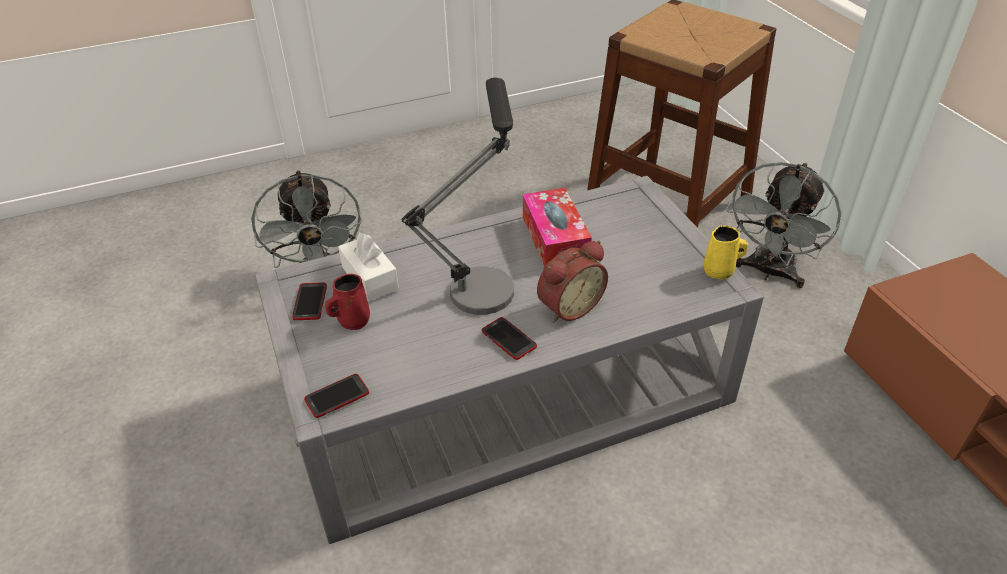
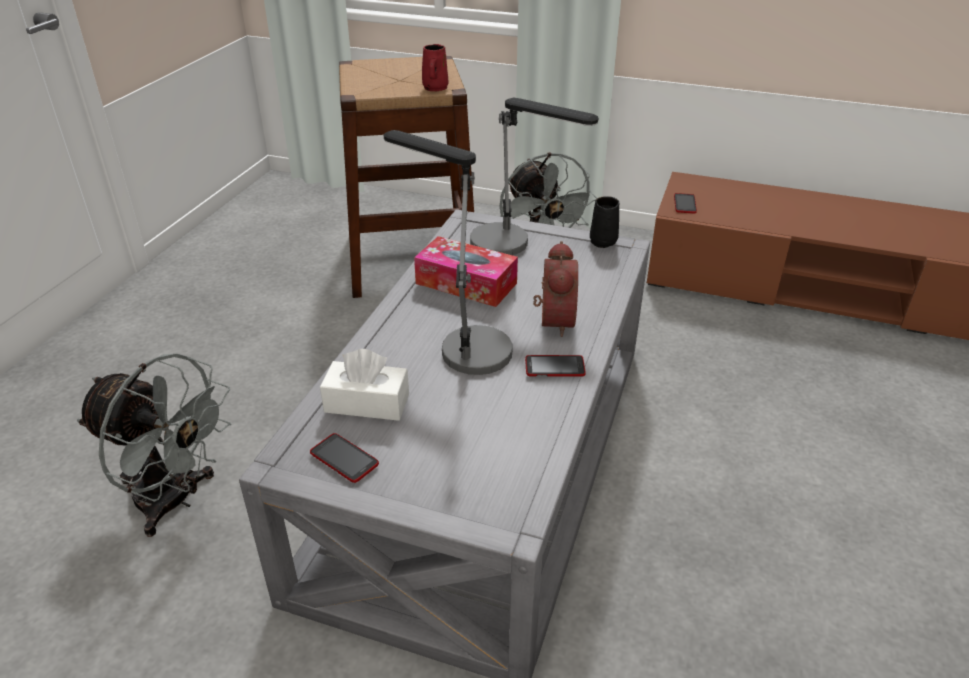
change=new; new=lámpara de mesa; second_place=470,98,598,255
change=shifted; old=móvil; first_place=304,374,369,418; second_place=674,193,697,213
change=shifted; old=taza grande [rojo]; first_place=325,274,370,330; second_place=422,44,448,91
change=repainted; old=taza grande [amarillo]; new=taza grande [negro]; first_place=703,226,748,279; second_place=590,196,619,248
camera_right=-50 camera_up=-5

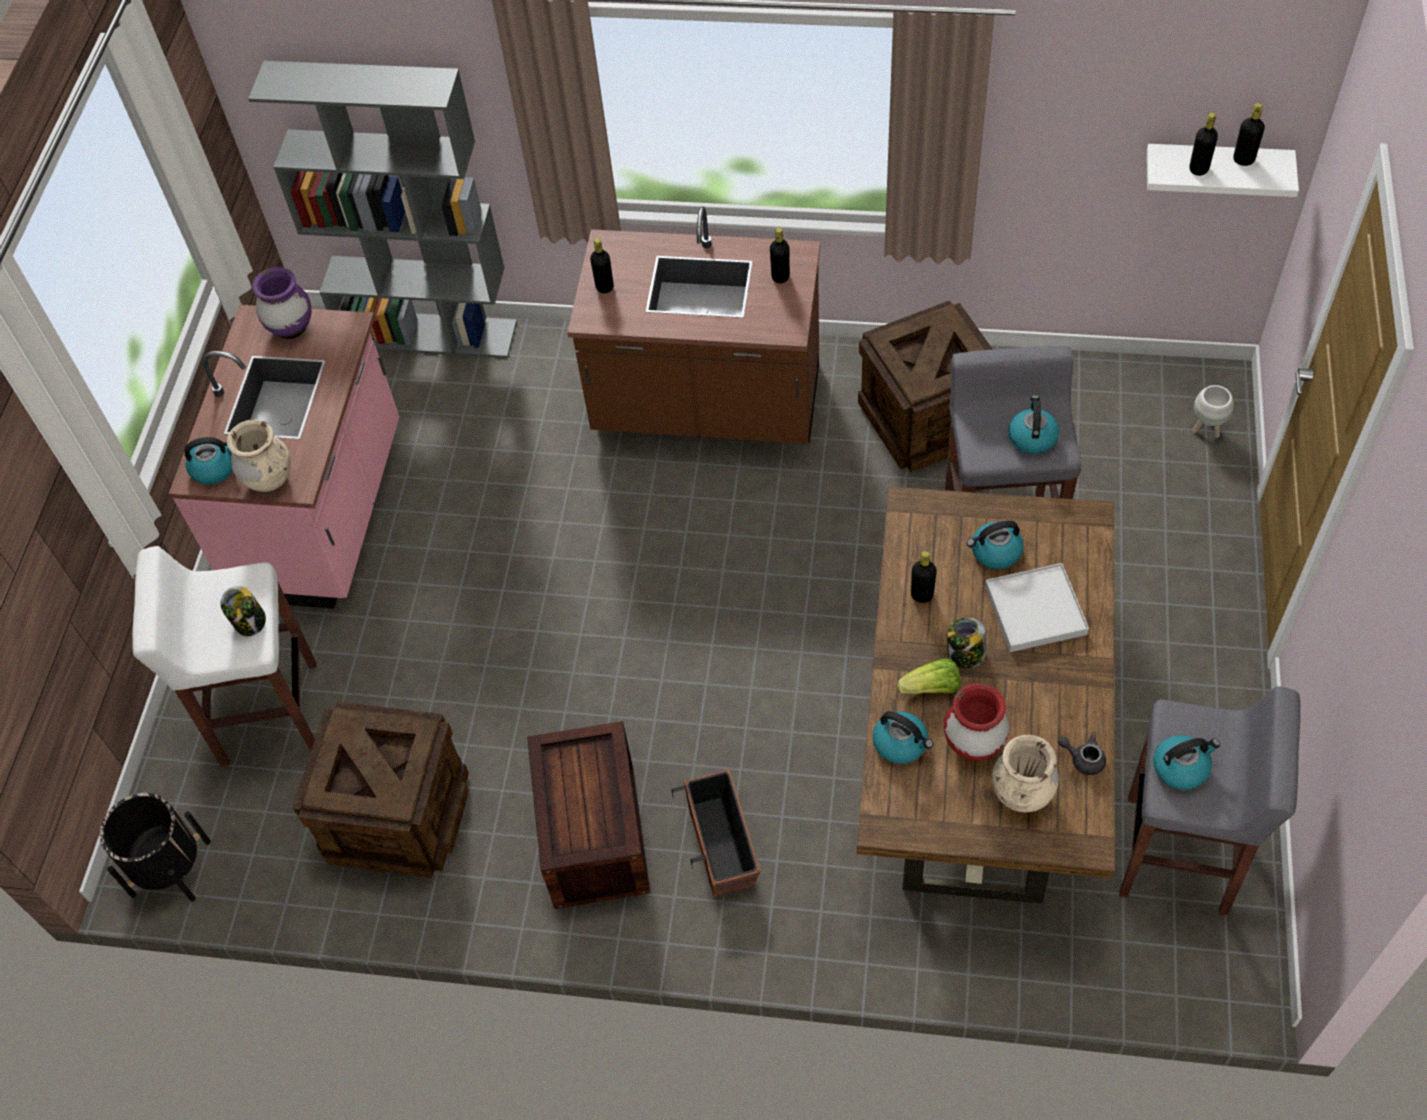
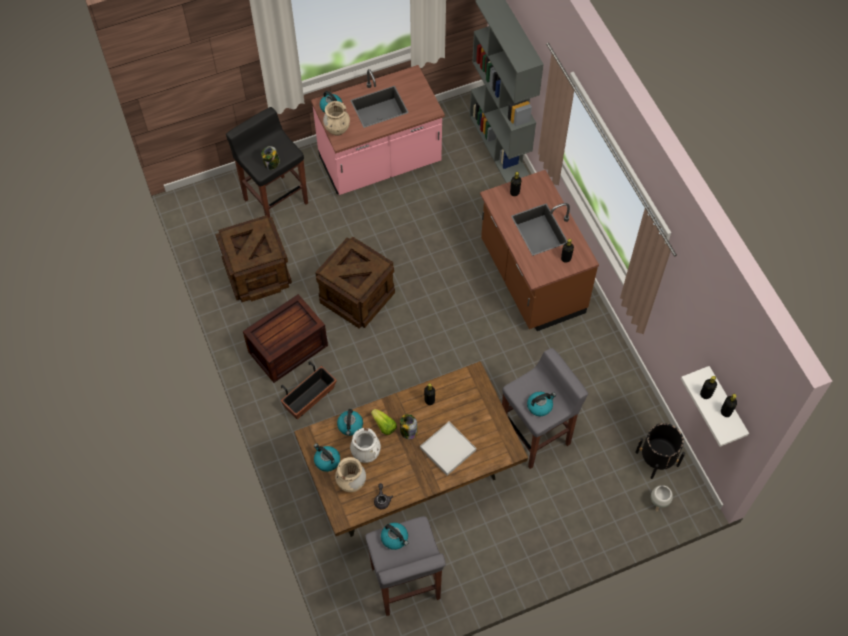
change=gone; old=florero [morado]; first_place=252,267,312,339
change=shifted; old=maceta [negro]; first_place=100,793,211,902; second_place=635,423,685,479
change=shifted; old=caja de embalaje; first_place=858,300,992,472; second_place=315,237,395,329
change=shifted; old=hervidor; first_place=967,520,1024,569; second_place=314,443,340,472
change=repainted; old=taburete [blanco]; new=taburete [negro]; first_place=132,546,316,767; second_place=226,107,308,218
change=repainted; old=florero [rojo]; new=florero [blanco]; first_place=944,683,1009,760; second_place=350,428,381,463
camera_right=55 camera_up=5

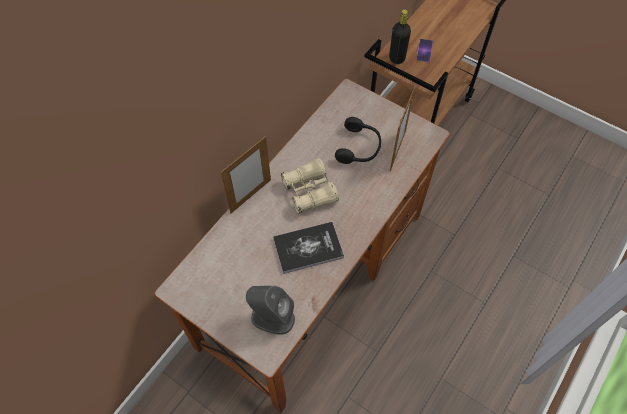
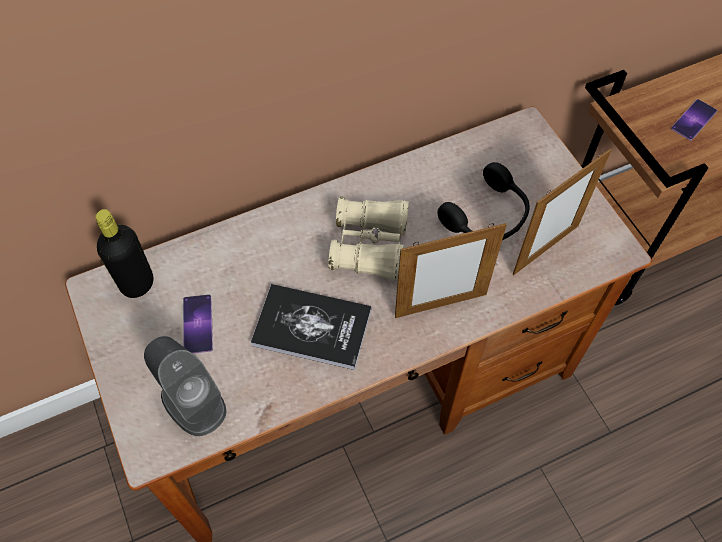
change=new; new=móvil; second_place=183,294,213,353
change=shifted; old=portarretratos; first_place=220,136,271,213; second_place=395,223,507,318
change=shifted; old=botella [negro]; first_place=389,9,411,64; second_place=95,209,154,298
camera_right=30 camera_up=0

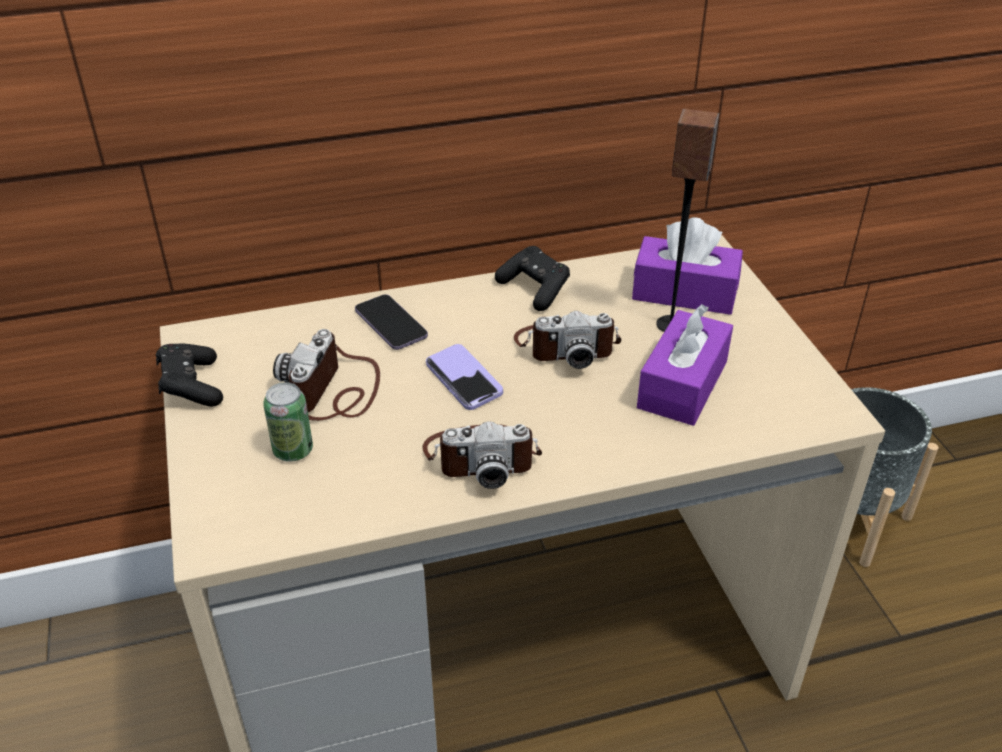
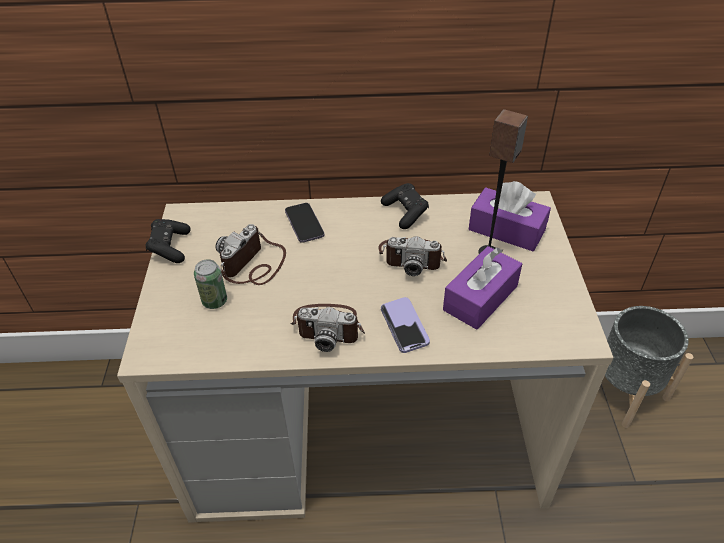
change=shifted; old=móvil; first_place=426,344,503,410; second_place=381,297,430,353
camera_right=15 camera_up=5

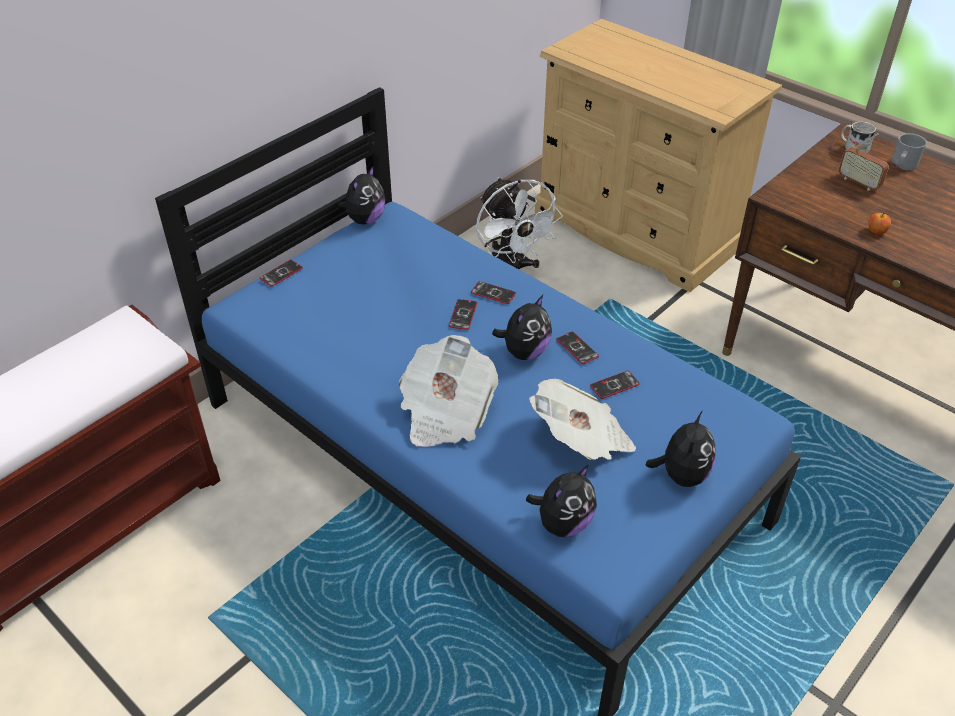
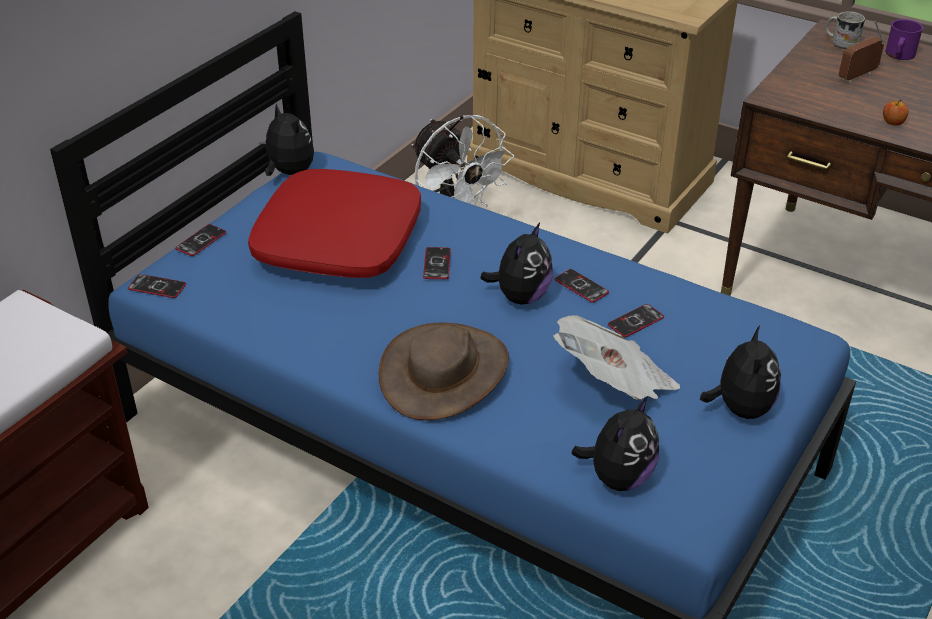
change=new; new=cojín [rojo]; second_place=248,169,421,278
change=shifted; old=móvil; first_place=471,281,516,304; second_place=128,274,186,298
change=swapped; old=periódico; new=sombrero [marrón]; first_place=399,335,498,447; second_place=379,322,509,420
change=repainted; old=taza grande [gris]; new=taza grande [morado]; first_place=891,133,927,170; second_place=885,19,923,60
change=rotated; old=peluche; first_place=337,165,386,224; second_place=259,103,314,176; degrees=-60
change=rotated; old=radio; first_place=839,133,889,191; second_place=839,21,885,83; degrees=105
camera_right=-10 camera_up=-5

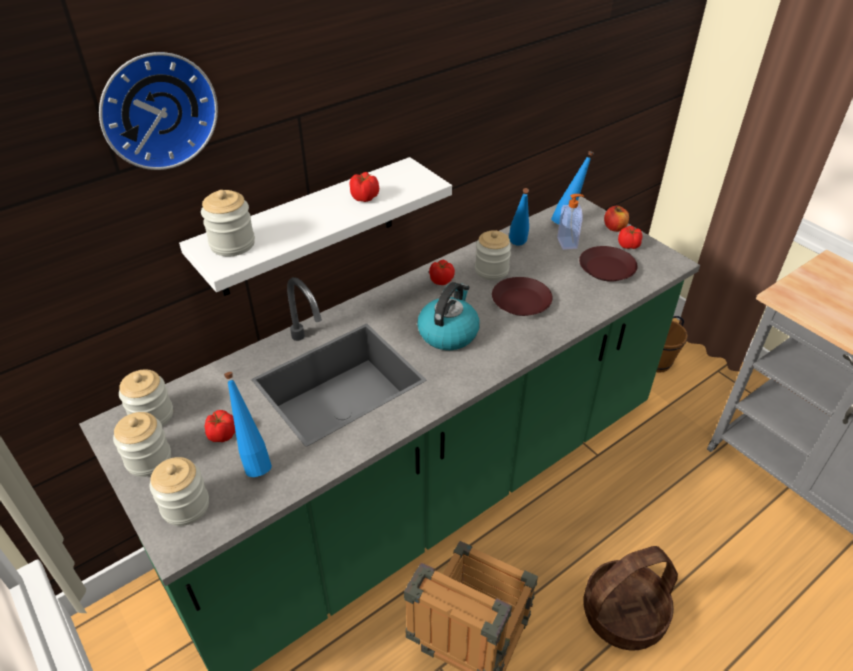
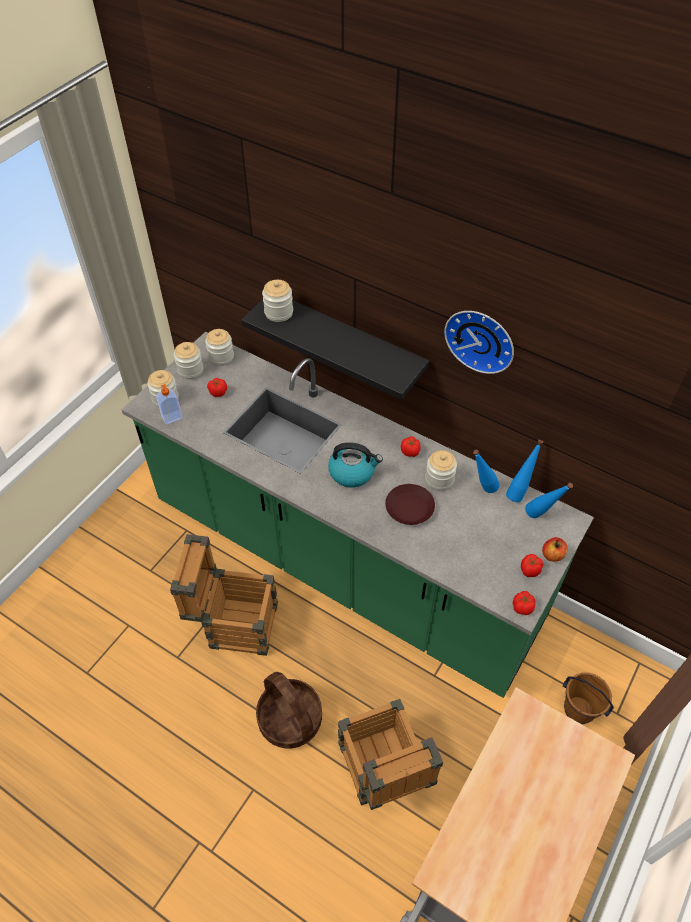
change=gone; old=plato [marrón]; first_place=579,246,638,282
change=new; new=caja de embalaje; second_place=338,699,443,810
change=shifted; old=reloj de pared; first_place=99,52,218,170; second_place=444,311,514,374
change=shifted; old=botella [azul]; first_place=224,372,272,477; second_place=506,440,543,502
change=shifted; old=tomate; first_place=349,172,379,202; second_place=513,591,535,615
change=shifted; old=dispensador de jabón; first_place=557,194,585,250; second_place=156,384,183,424
change=repainted; old=estante [blanco]; new=estante [negro]; first_place=179,157,452,296; second_place=241,299,429,400
camera_right=70 camera_up=10

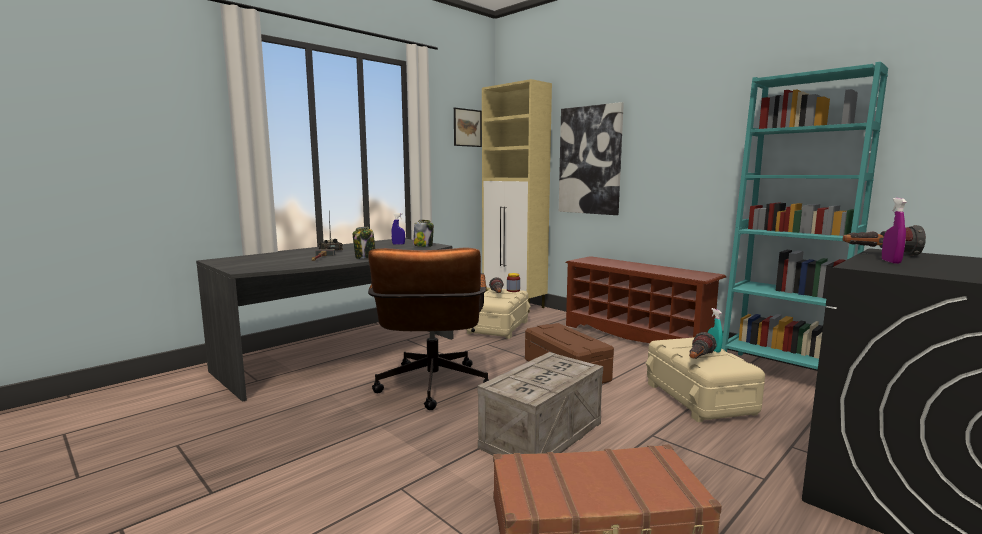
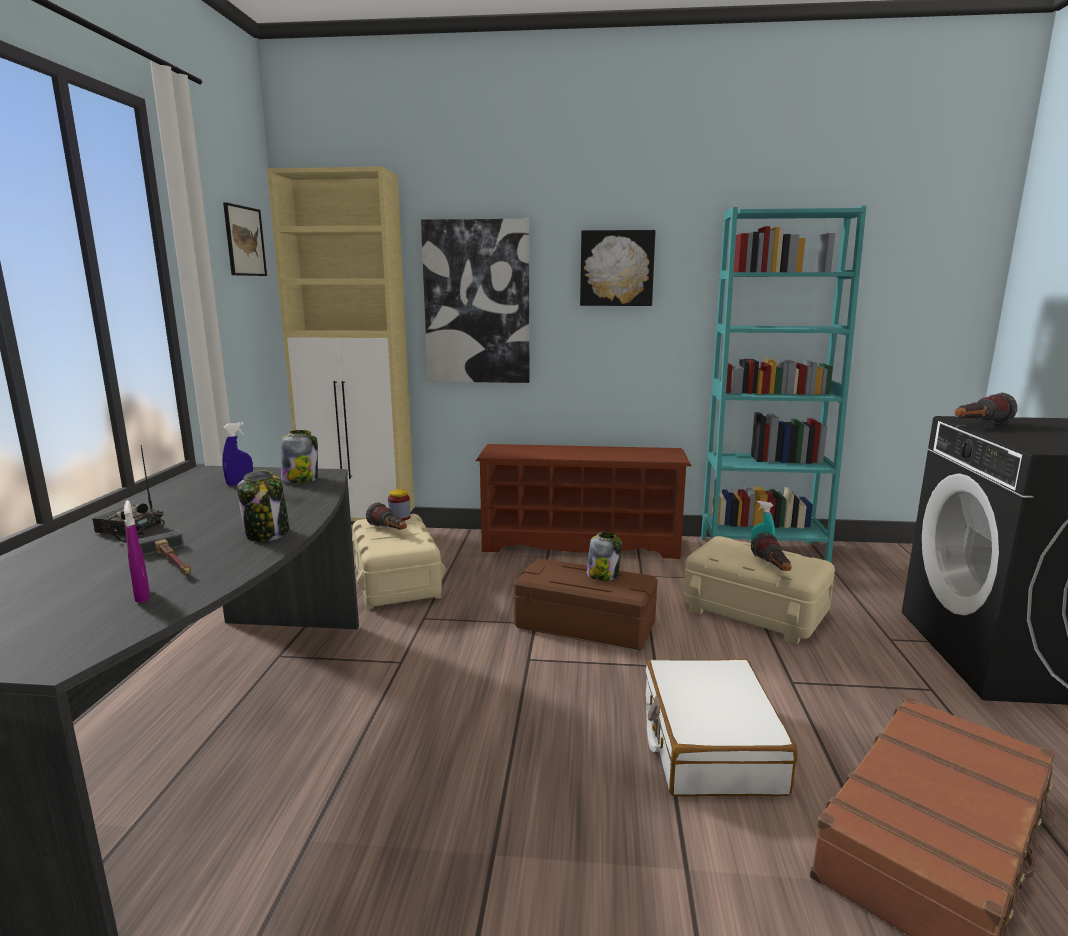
change=gone; old=silla de oficina [marrón]; first_place=368,248,489,410
change=new; new=cuadro; second_place=580,230,655,306
change=new; new=tarro; second_place=587,532,622,581
change=shifted; old=pulverizador [morado]; first_place=882,198,907,264; second_place=124,500,149,603
change=swapped; old=caja de embalaje; new=maleta [blanco]; first_place=477,352,603,455; second_place=646,659,798,797
camera_right=-40 camera_up=5

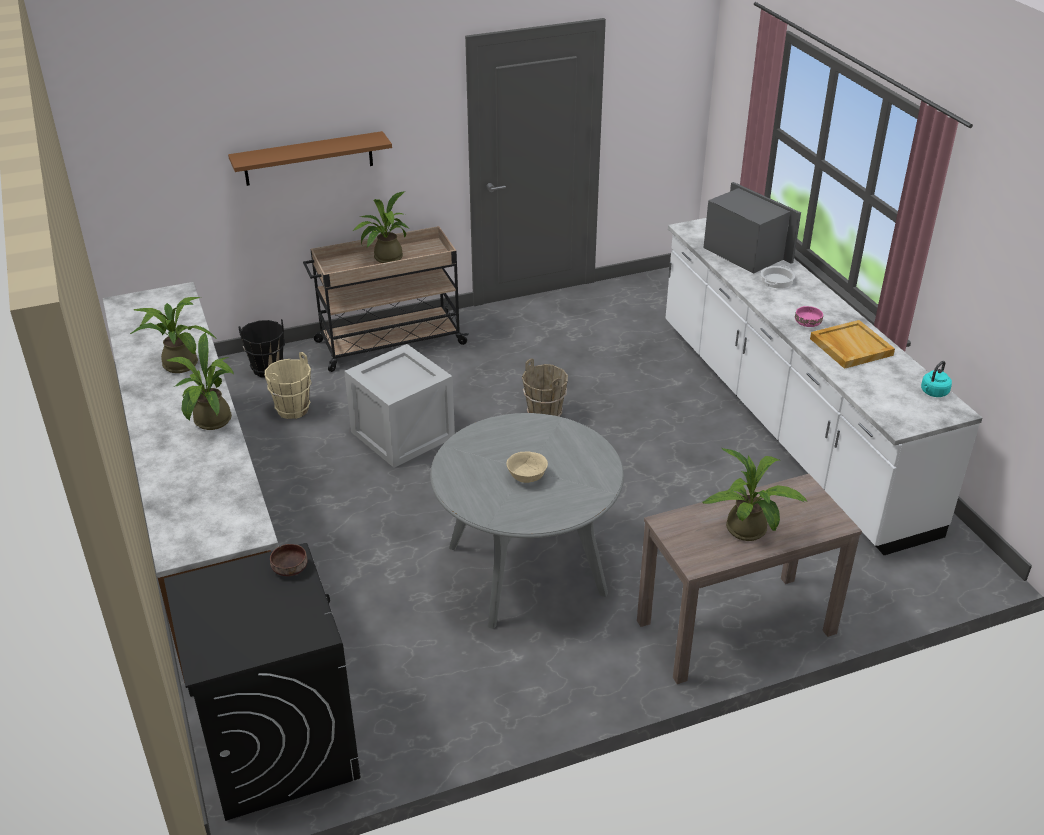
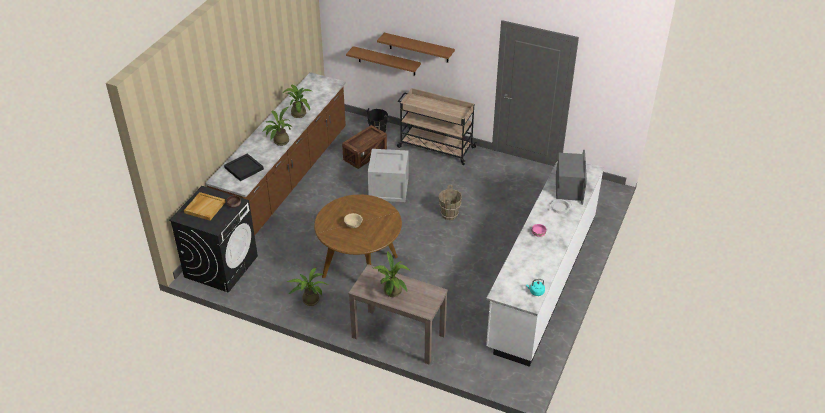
change=new; new=bandeja [negro]; second_place=224,154,264,181
change=new; new=estante [marrón]; second_place=346,46,421,76
change=shifted; old=planta en maceta; first_place=352,191,409,263; second_place=286,267,328,306
change=shifted; old=bandeja [beis]; first_place=810,320,895,369; second_place=184,192,226,221
change=swapped; old=cubo [beis]; new=caja de embalaje; first_place=265,352,312,419; second_place=342,125,387,169
change=repainted; old=mesa de comedor [gris]; new=mesa de comedor [marrón]; first_place=430,413,624,629; second_place=314,194,402,278
camera_right=45 camera_up=5

